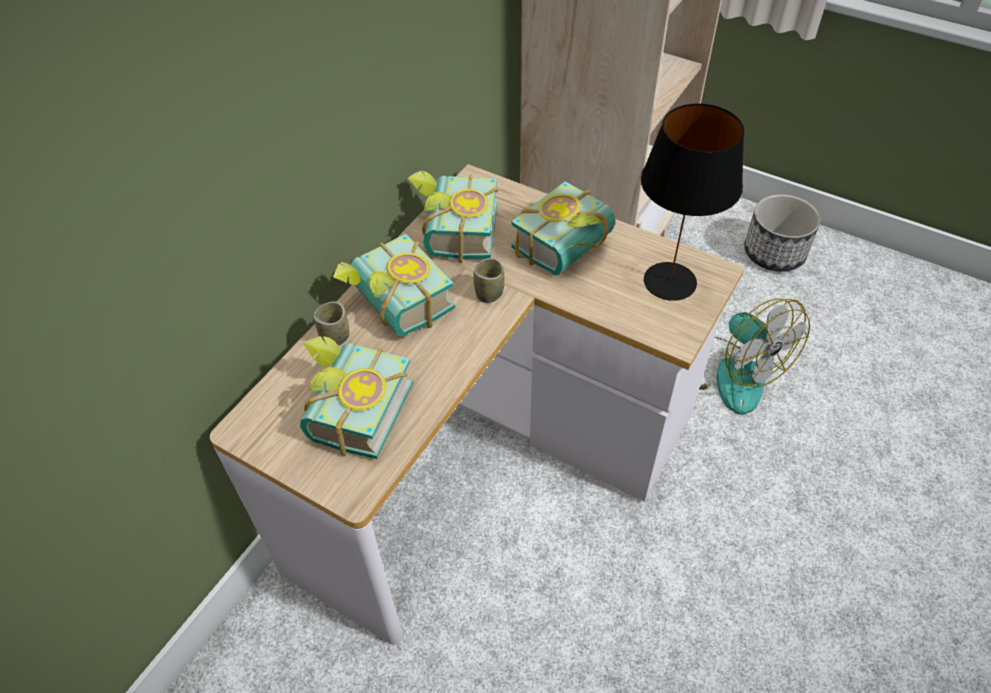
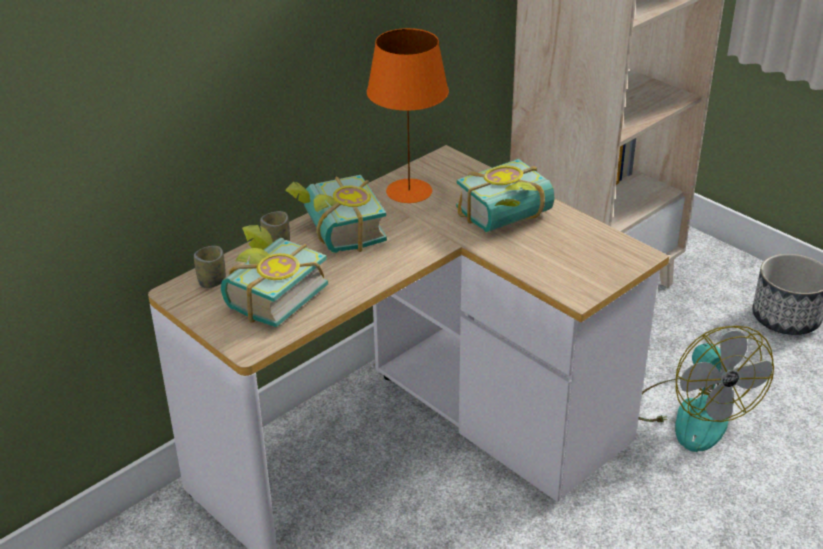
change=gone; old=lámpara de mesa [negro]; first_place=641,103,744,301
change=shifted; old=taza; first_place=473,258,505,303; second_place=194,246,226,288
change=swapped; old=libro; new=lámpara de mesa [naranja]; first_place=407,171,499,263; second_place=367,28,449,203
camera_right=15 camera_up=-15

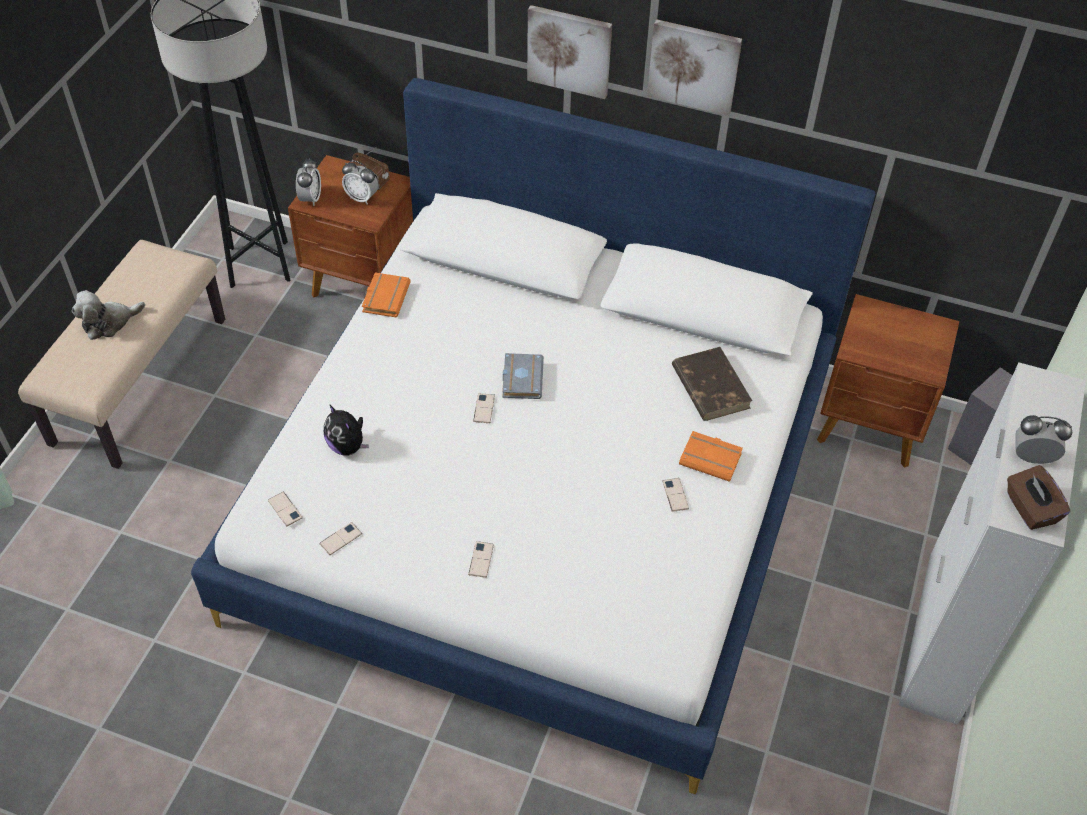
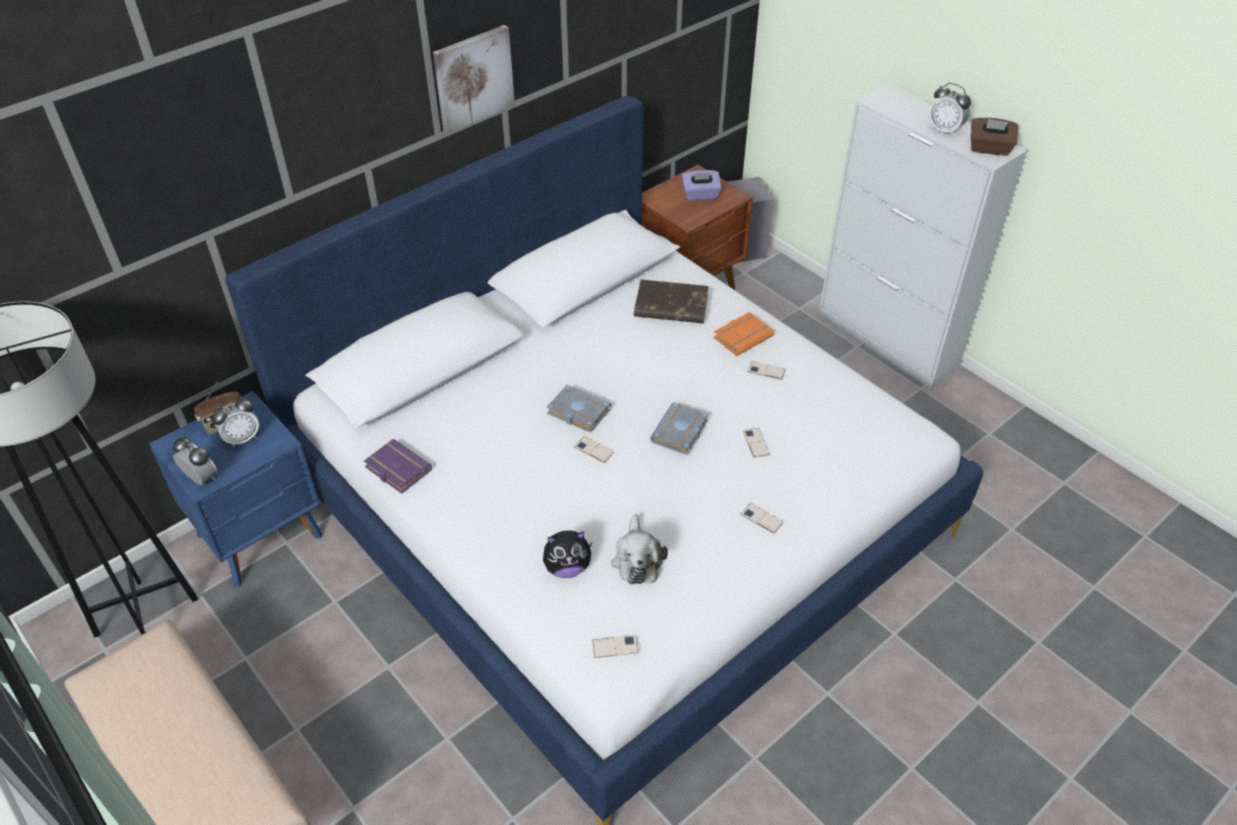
change=gone; old=cuadro; first_place=527,5,612,99
change=new; new=libro [gris]; second_place=650,402,708,455
change=new; new=caja de pañuelos [morado]; second_place=681,170,721,201
change=shifted; old=peluche; first_place=72,290,145,340; second_place=611,514,668,584
change=shifted; old=móvil; first_place=319,522,362,555; second_place=743,428,770,458
change=repainted; old=mesita de noche [marrón]; new=mesita de noche [azul]; first_place=288,155,413,298; second_place=149,391,323,587
change=repainted; old=libro [naranja]; new=libro [morado]; first_place=362,272,411,317; second_place=364,439,432,494
change=rotated; old=despertador; first_place=1015,415,1072,464; second_place=929,83,971,136; degrees=-90
camera_right=-60 camera_up=-5

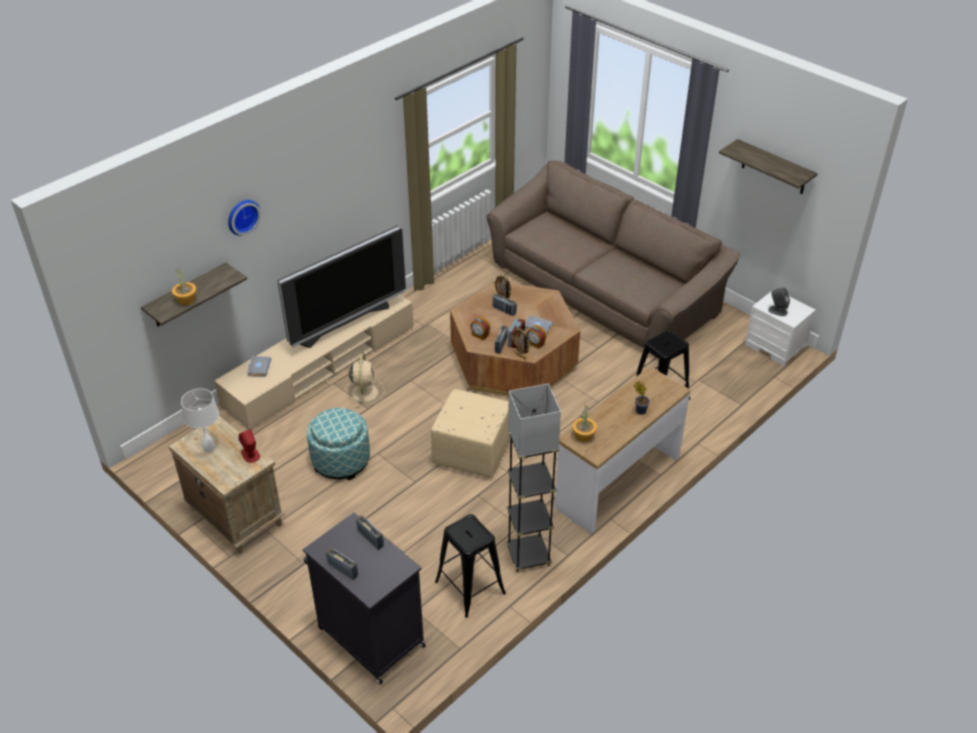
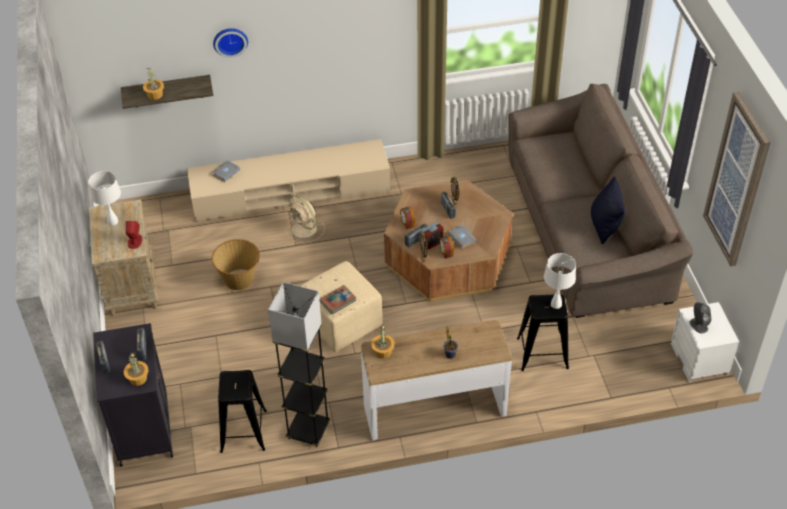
change=gone; old=televisor; first_place=277,225,406,348
change=new; new=planta en maceta; second_place=124,353,148,386
change=new; new=libro; second_place=319,285,356,314
change=new; new=lámpara de mesa [blanco]; second_place=544,253,576,309
change=new; new=cojín [negro]; second_place=591,176,625,244
change=swapped; old=puf; new=cesta; first_place=307,408,370,480; second_place=212,239,260,290
change=swapped; old=estante; new=cuadro; first_place=719,139,817,194; second_place=703,92,771,266
change=rotated; old=ventilador [beis]; first_place=345,353,384,408; second_place=286,195,325,244; degrees=105
camera_right=35 camera_up=5

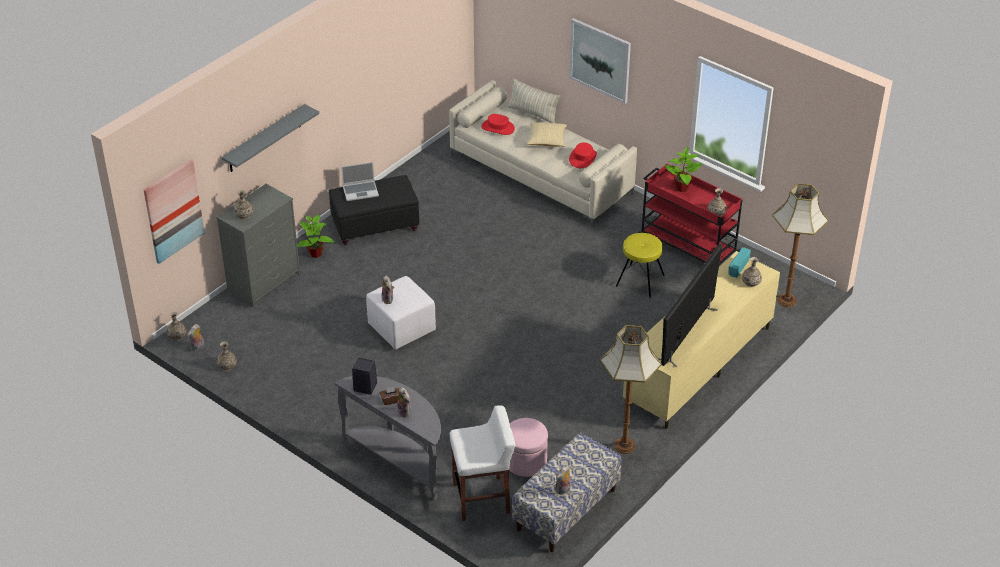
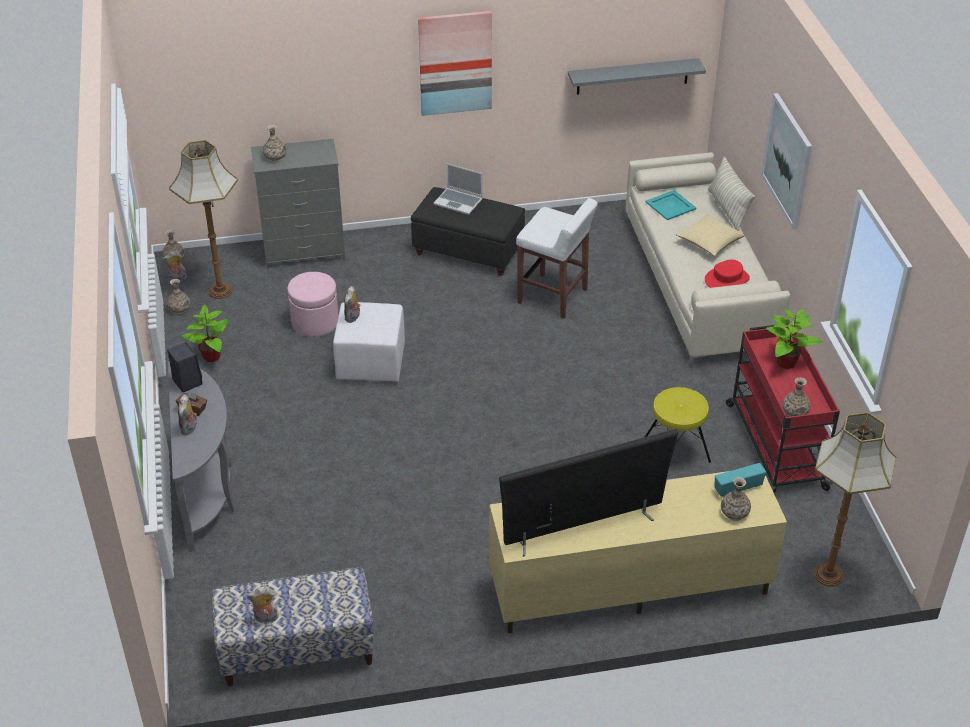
change=shifted; old=cuadro; first_place=144,160,205,264; second_place=418,11,492,116
change=shifted; old=estante [gris]; first_place=222,104,319,172; second_place=568,58,706,95
change=shifted; old=planta en maceta; first_place=297,215,334,258; second_place=181,304,228,362
change=shifted; old=taburete [blanco]; first_place=450,405,515,521; second_place=516,198,598,319
change=shifted; old=puf [rosa]; first_place=509,418,548,477; second_place=287,272,338,337
change=shifted; old=lámpara de pie; first_place=600,325,662,454; second_place=169,140,238,299
change=swapped; old=sombrero [rojo]; new=bandeja [turquesa]; first_place=481,114,515,135; second_place=646,190,696,220
camera_right=40 camera_up=0

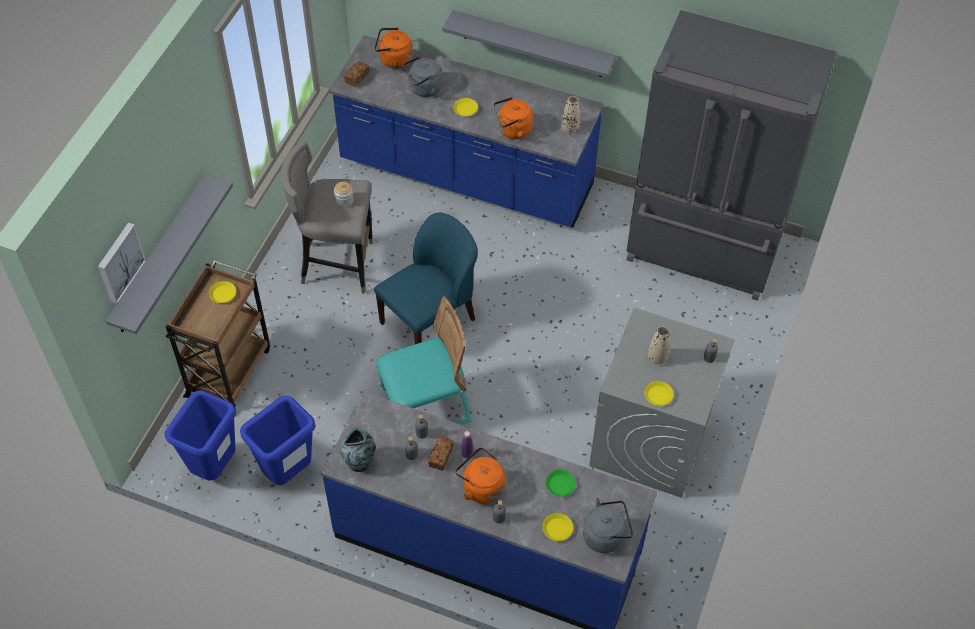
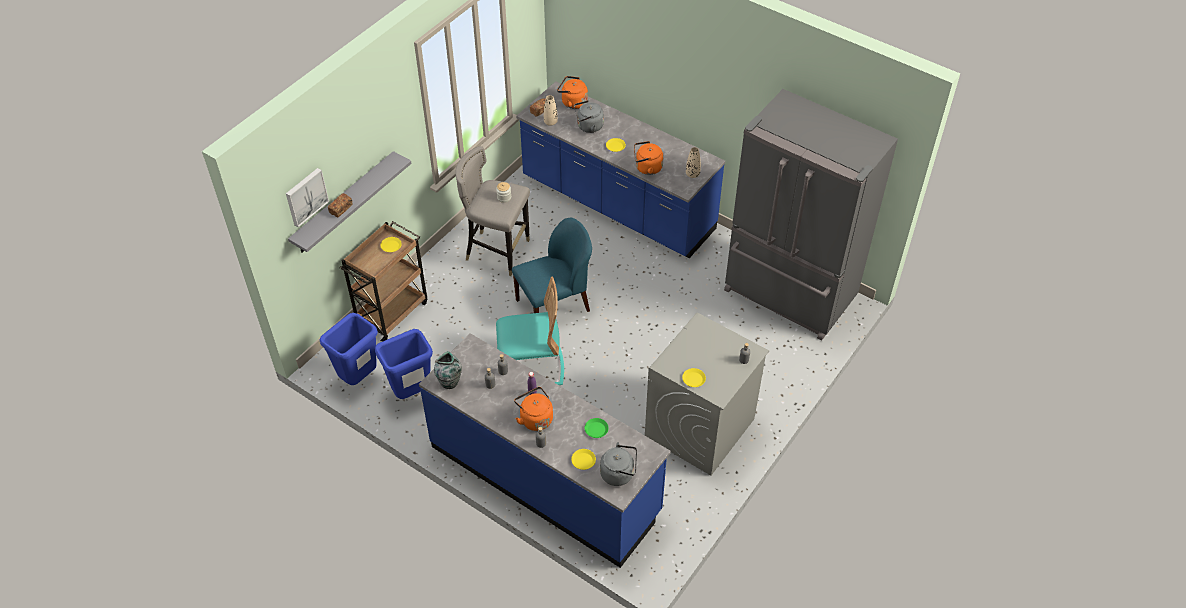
change=gone; old=estante [gris]; first_place=442,10,617,77
change=shifted; old=pan; first_place=428,436,454,471; second_place=328,193,353,218
change=shifted; old=florero [beis]; first_place=648,327,670,364; second_place=544,95,558,126
camera_right=15 camera_up=-5

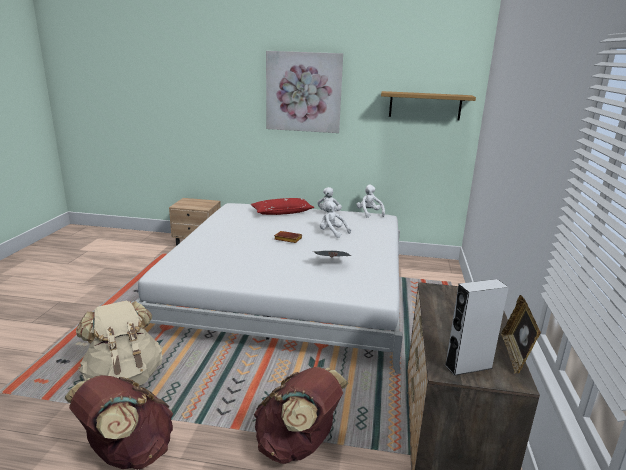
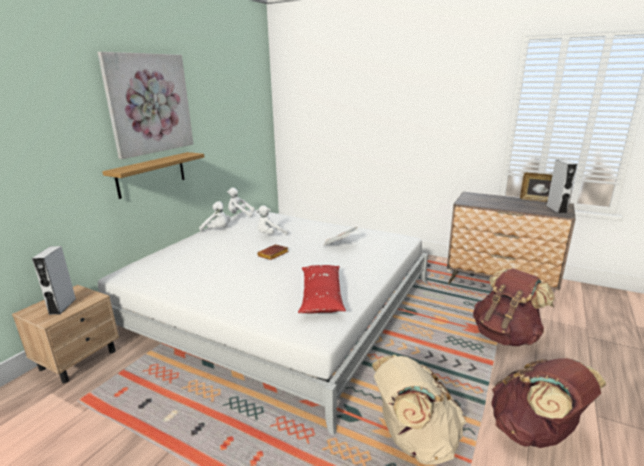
change=new; new=altavoz [gris]; second_place=32,246,76,315
change=shifted; old=cojín [rojo]; first_place=251,198,315,215; second_place=298,265,346,314
change=shifted; old=estante; first_place=381,91,476,120; second_place=102,152,204,199
camera_right=-70 camera_up=0

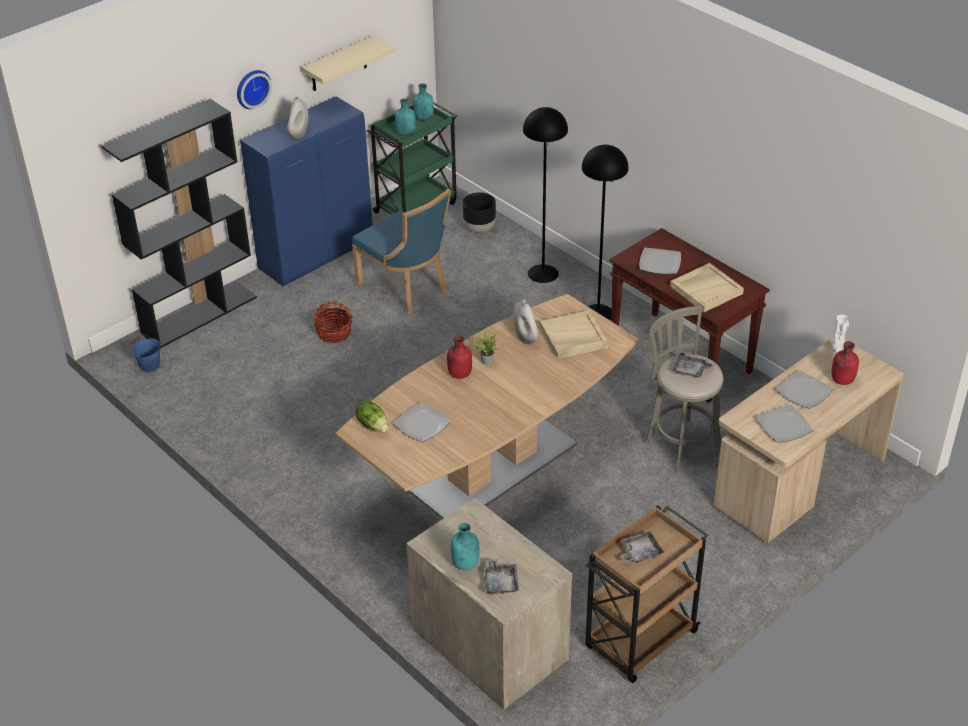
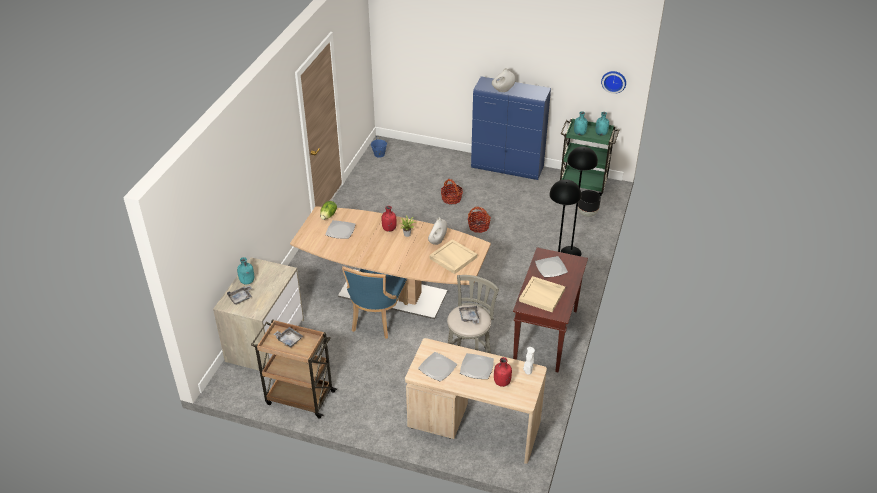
change=gone; old=estantería [negro]; first_place=101,99,257,348
change=gone; old=estante [beis]; first_place=301,36,395,91
change=new; new=cesta; second_place=468,207,491,233
change=shifted; old=reloj de pared; first_place=237,70,272,109; second_place=601,71,626,94
change=shifted; old=silla [azul]; first_place=352,188,451,314; second_place=342,266,408,339
camera_right=60 camera_up=0

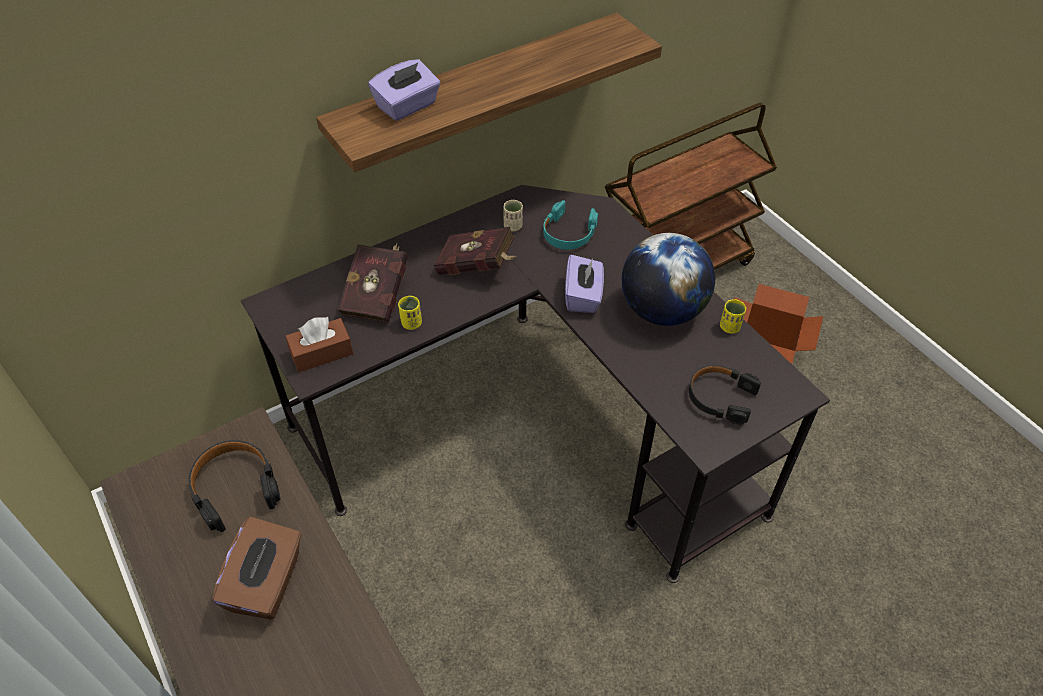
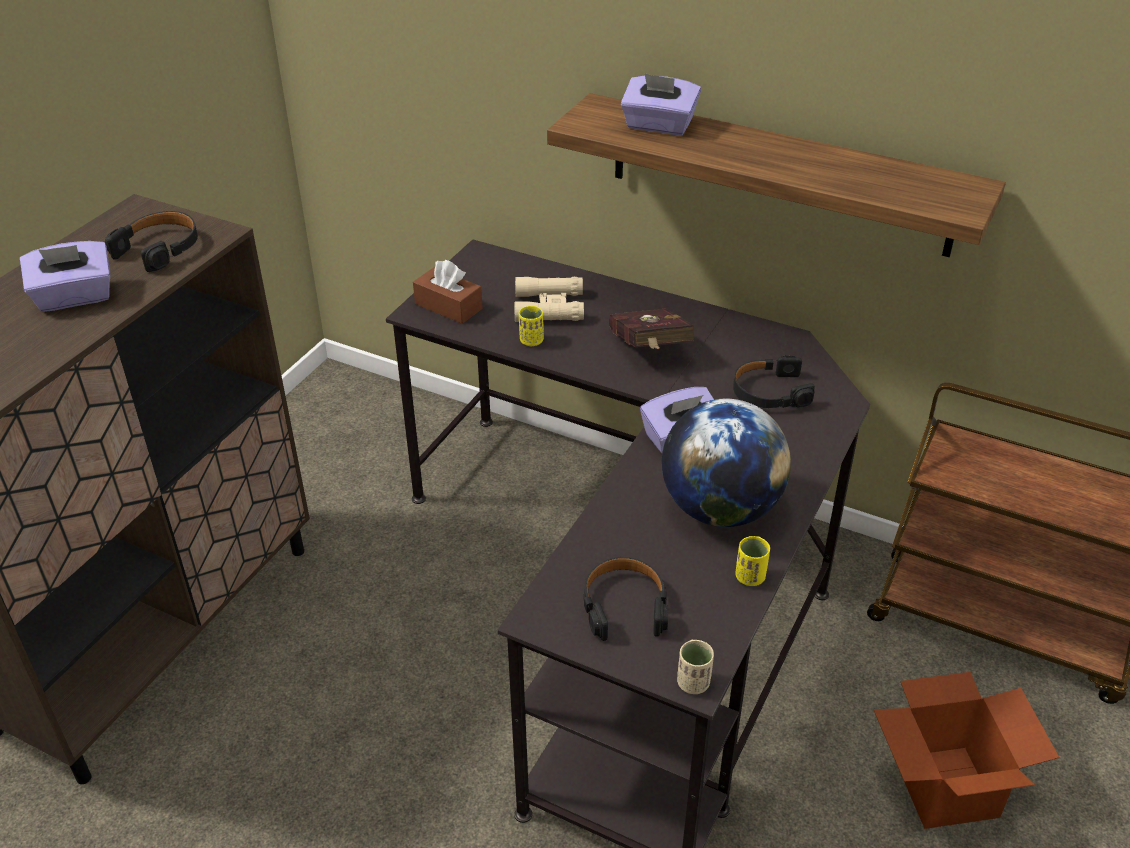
change=shifted; old=taza [beis]; first_place=504,200,523,231; second_place=677,640,714,694
change=swapped; old=libro [rojo]; new=prismáticos [beis]; first_place=337,244,408,323; second_place=515,277,584,322
change=repainted; old=caja de pañuelos [marrón]; new=caja de pañuelos [morado]; first_place=212,517,301,620; second_place=20,241,110,312
change=repainted; old=auriculares [turquesa]; new=auriculares [negro]; first_place=543,200,598,250; second_place=733,355,815,408
camera_right=60 camera_up=-10

